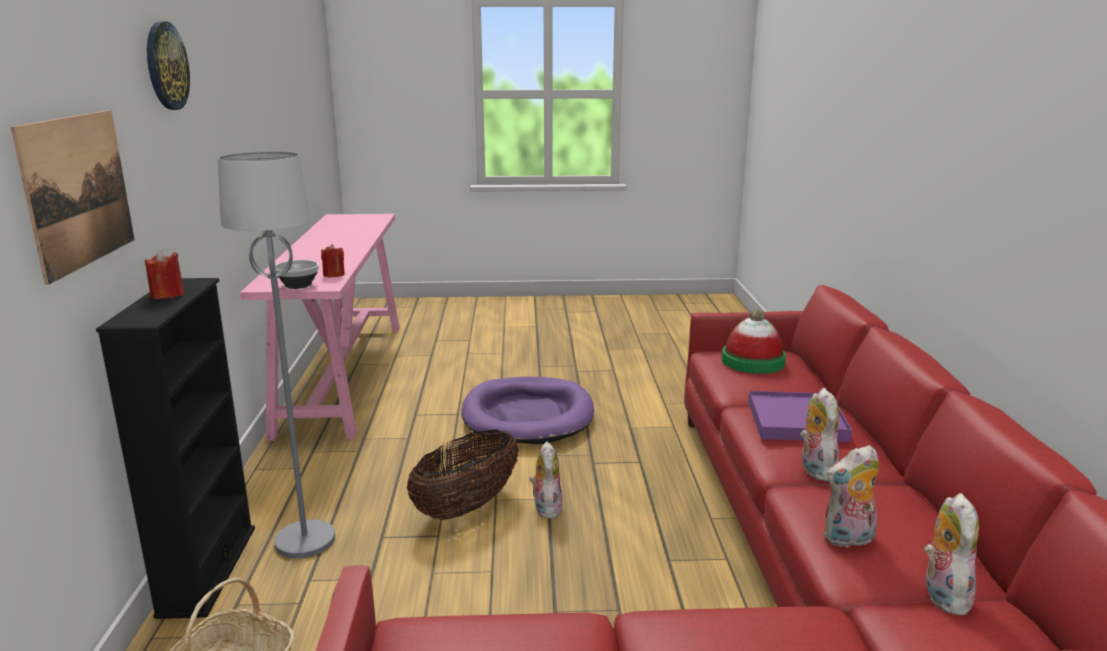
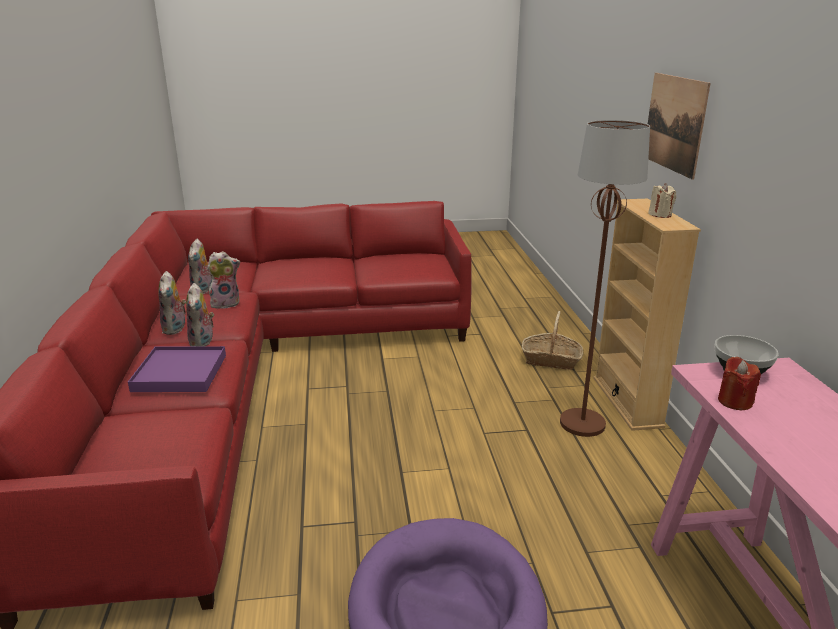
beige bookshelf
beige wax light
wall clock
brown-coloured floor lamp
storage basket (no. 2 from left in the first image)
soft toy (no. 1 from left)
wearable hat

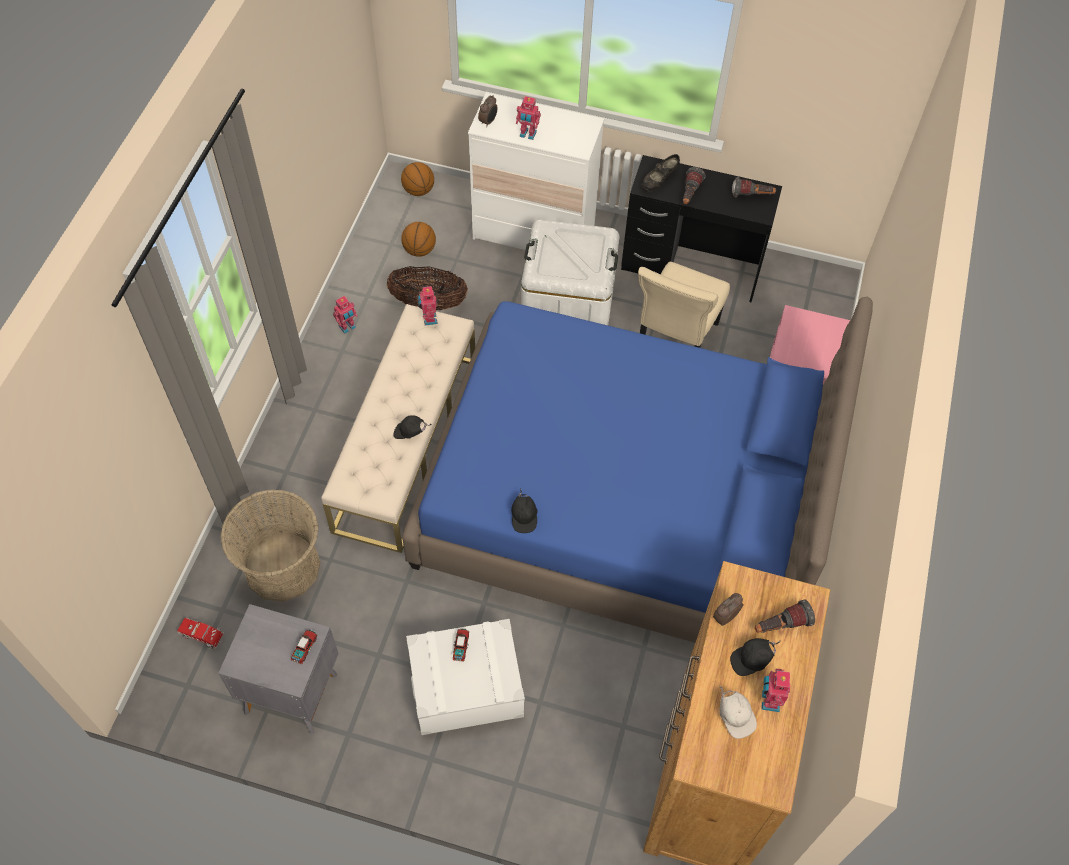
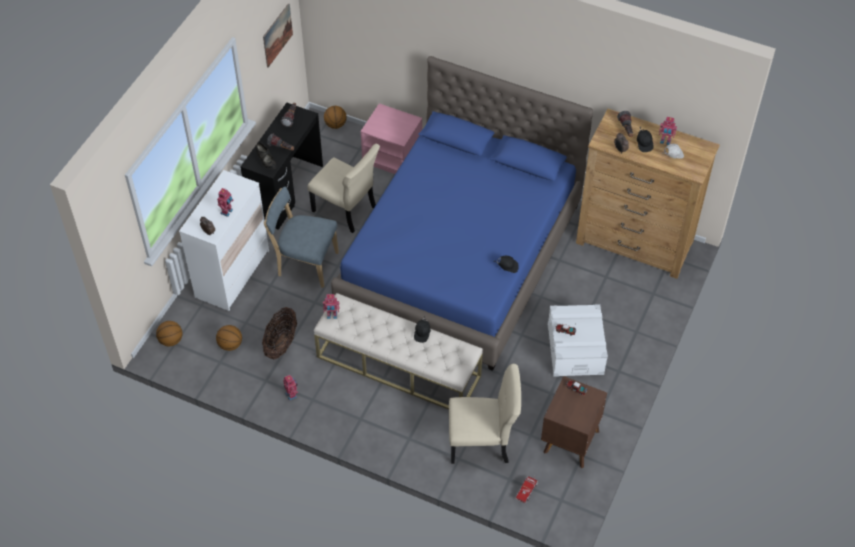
brown-coloured nightstand
beige upright chair (no. 2 from left)
bluish upright chair
wall art
ball for basketball (no. 3 from left)

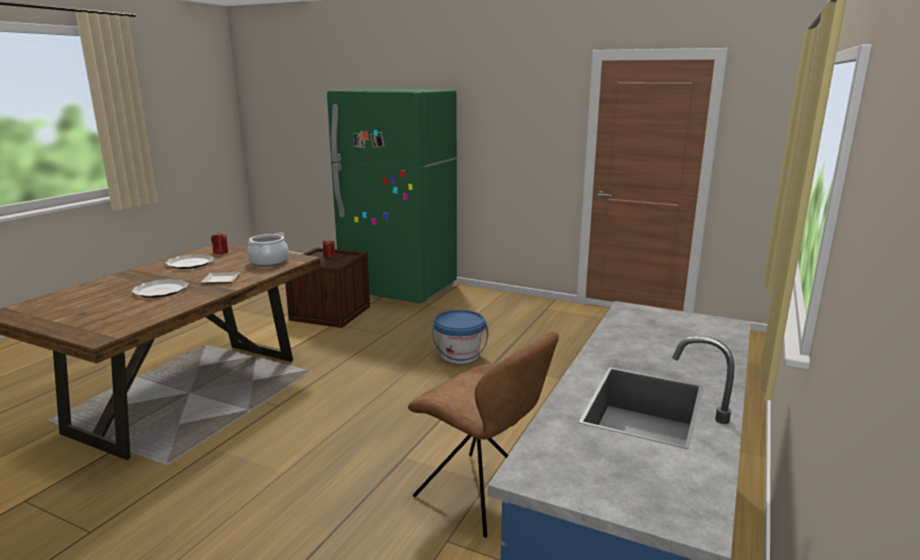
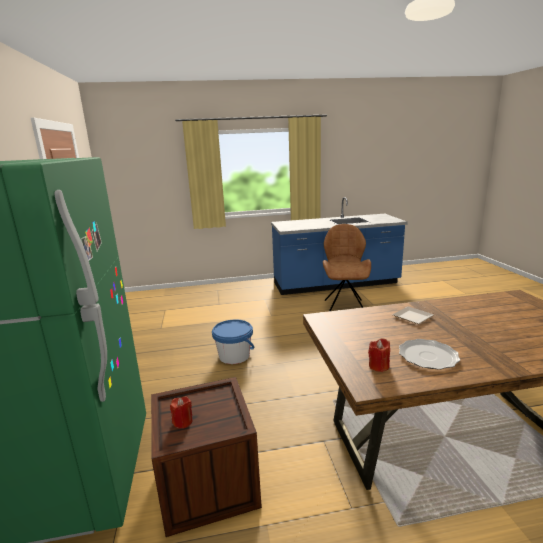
dinner plate (no. 1 from left in the first image)
saucepot

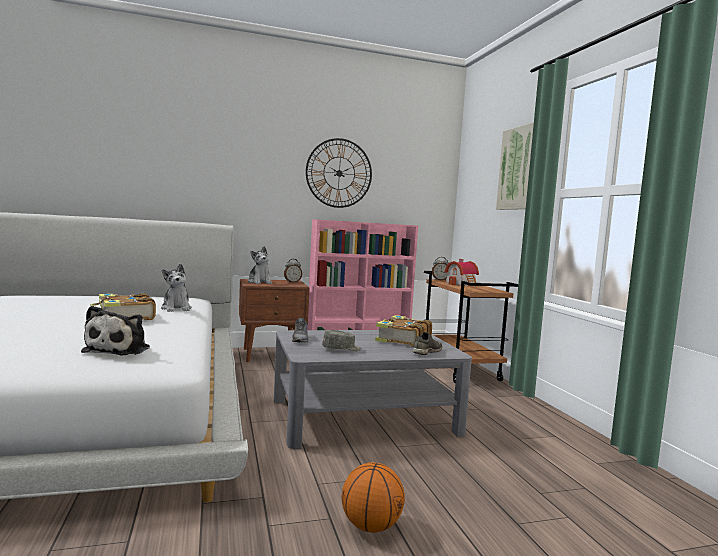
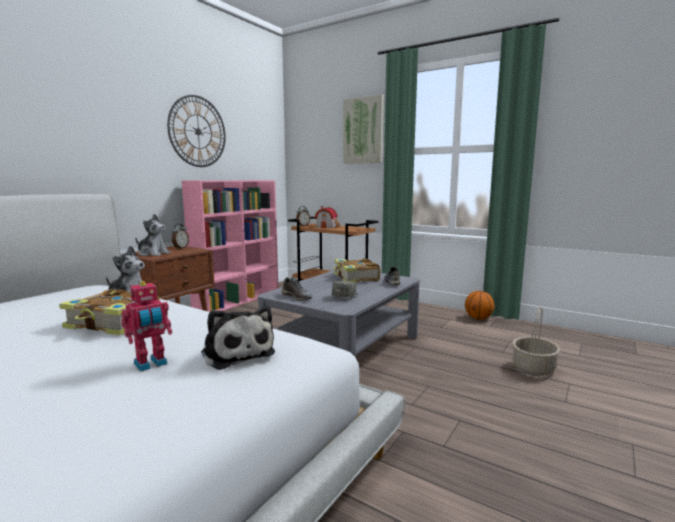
ball for basketball
toy robot
storage basket

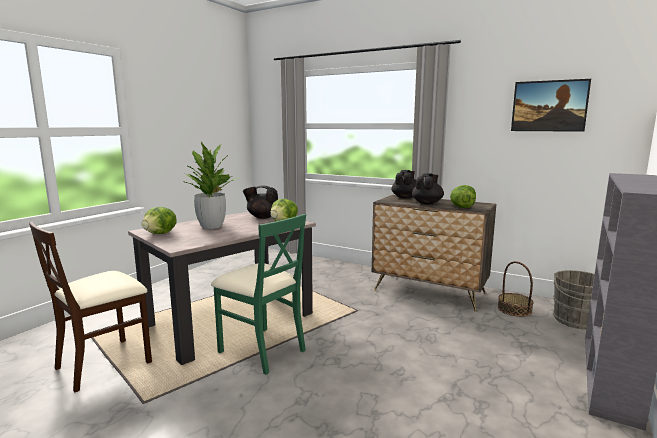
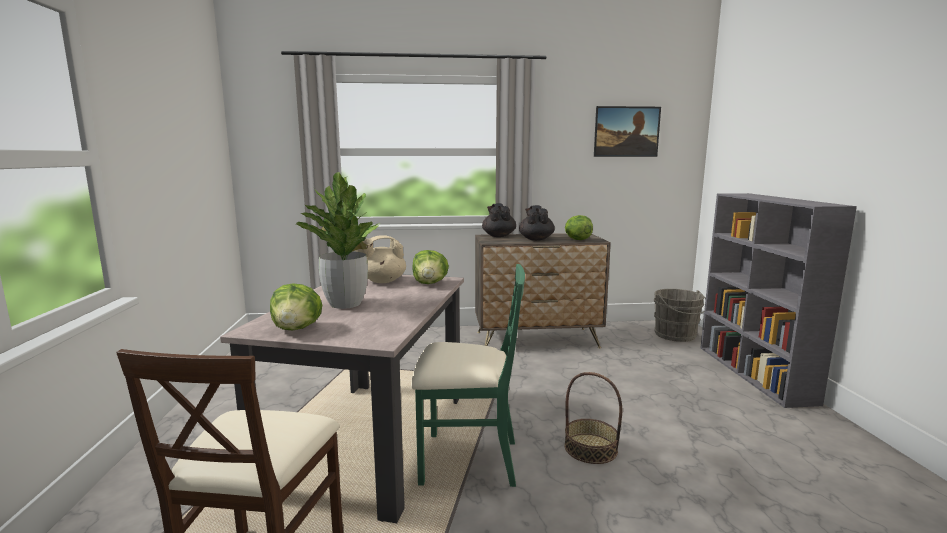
beige tea pot
storage basket

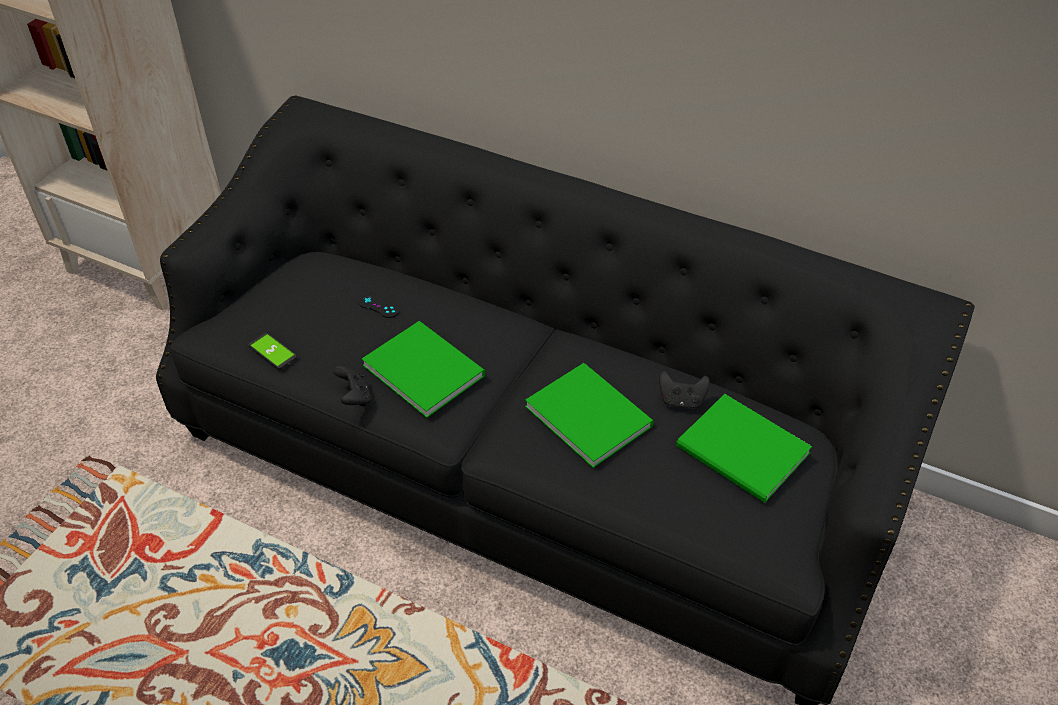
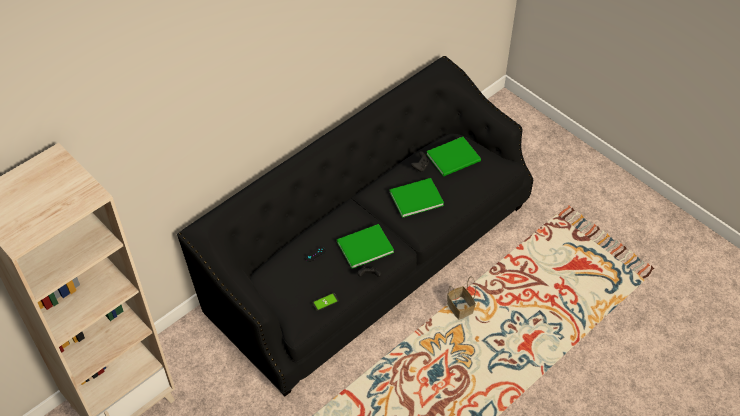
storage basket

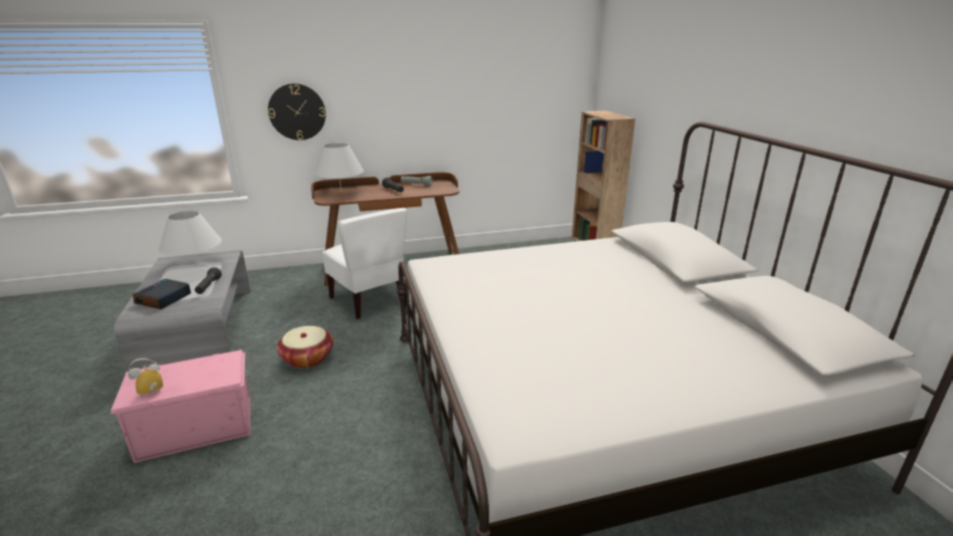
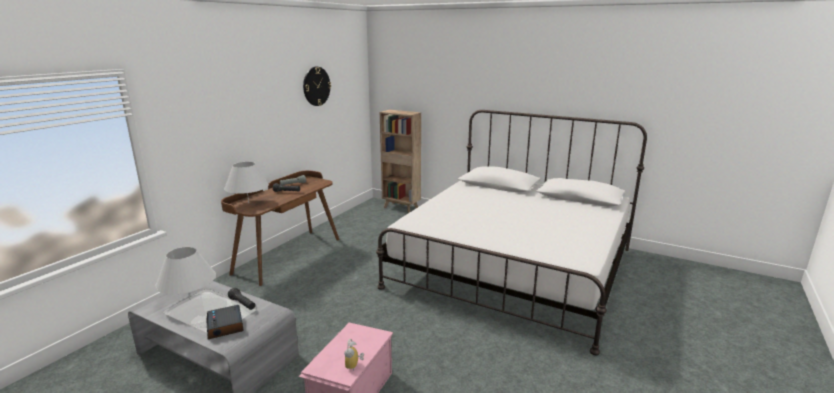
wall clock
storage basket
whitish upright chair

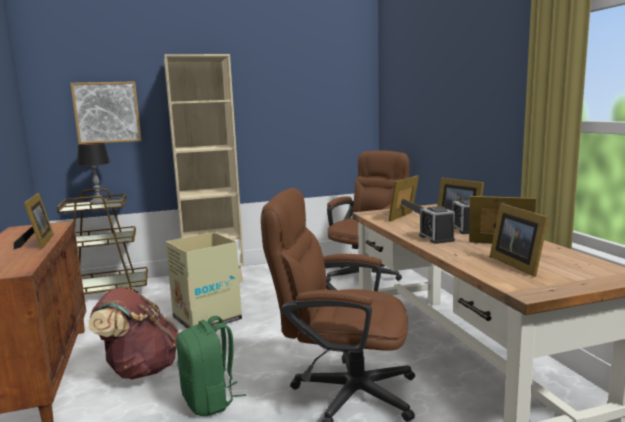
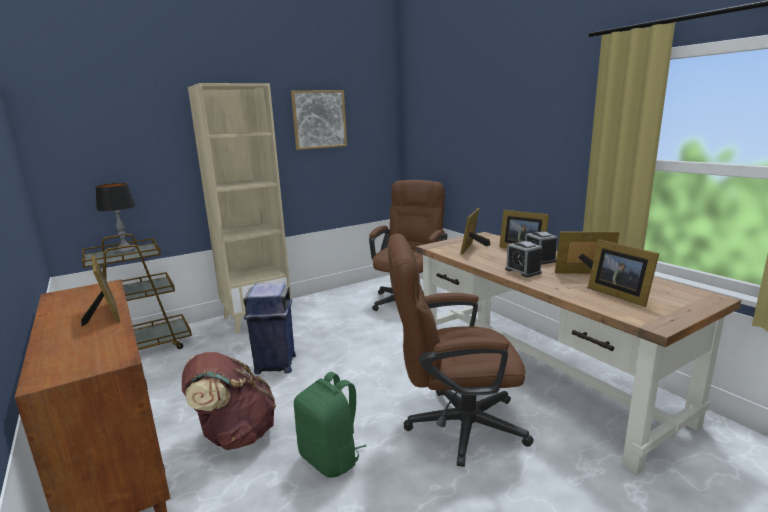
wall art
bluish waste bin

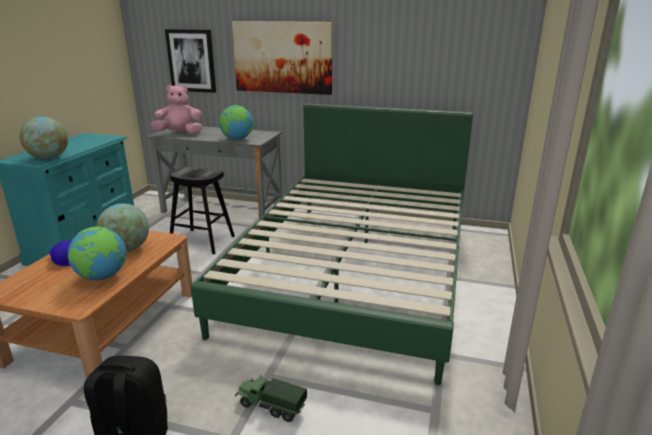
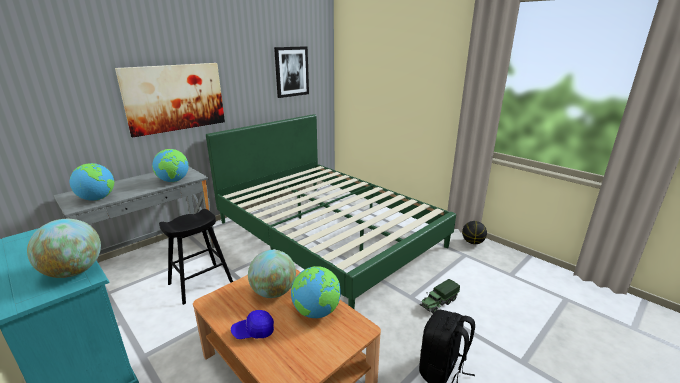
world globe (no. 2 from left)
wall art (no. 2 from left)
ball for basketball

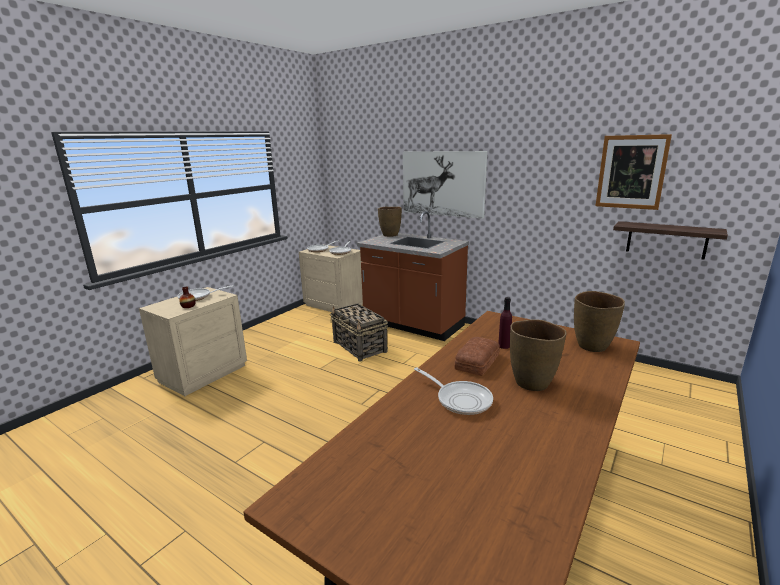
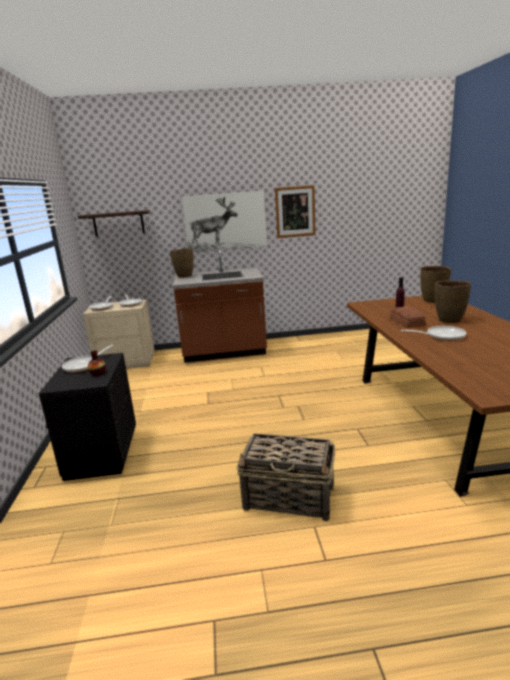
blackish nightstand
storage basket
wall art (no. 2 from left)
wall shelf

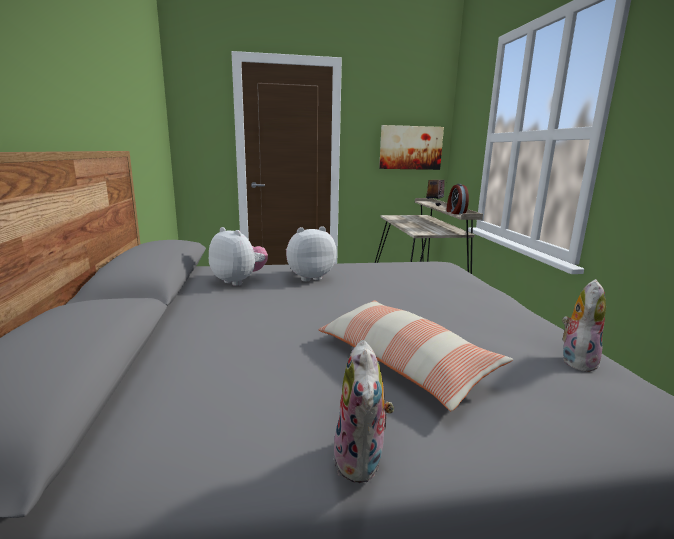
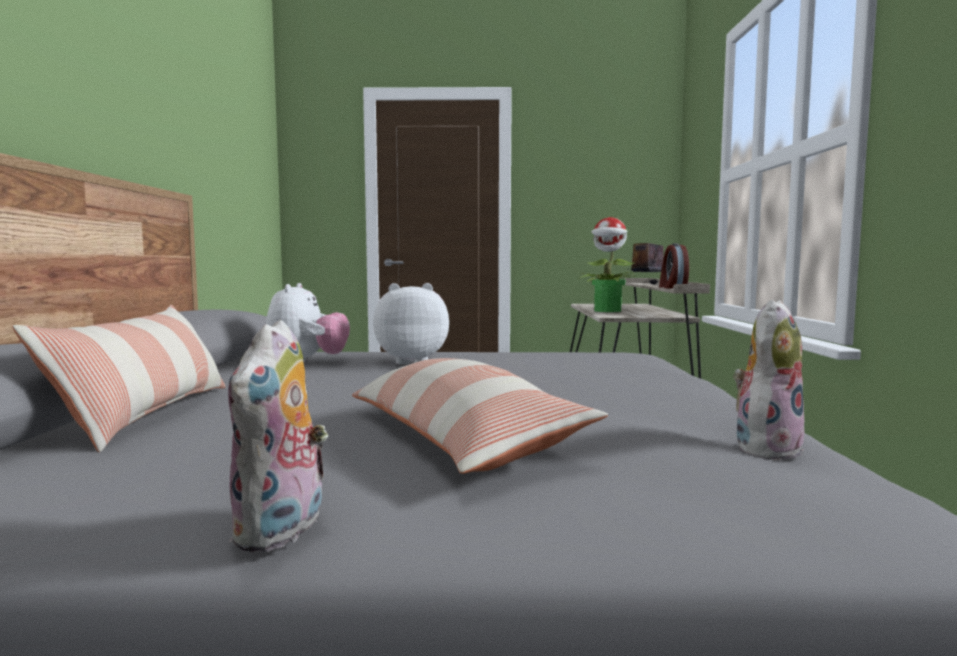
soft toy (no. 2 from left)
wall art
cushion (no. 1 from left)
plant in a pot

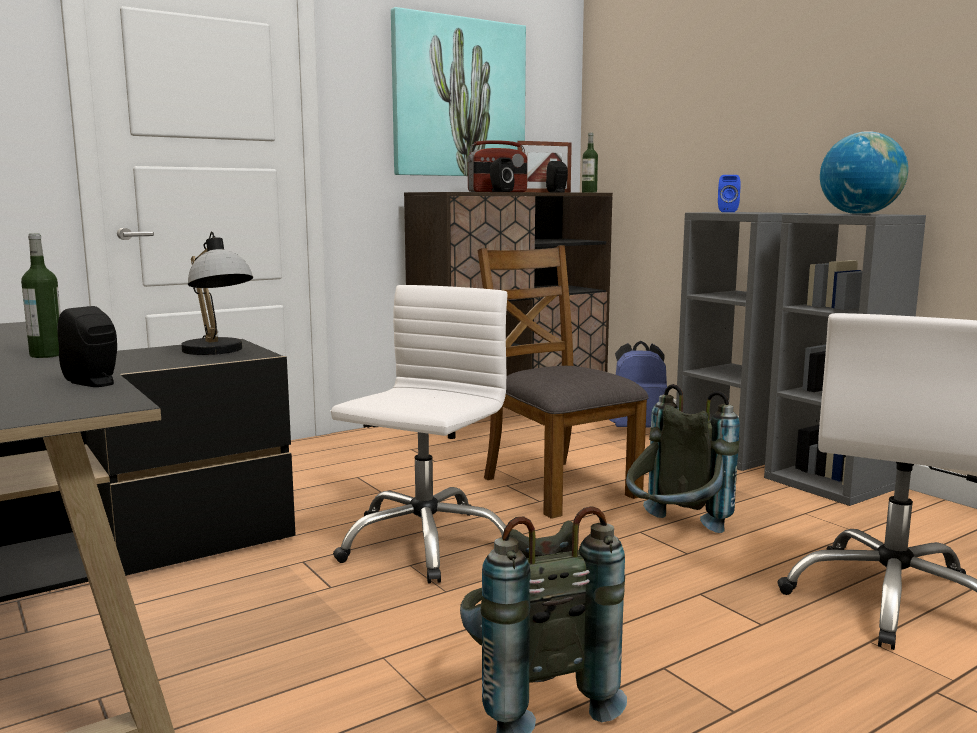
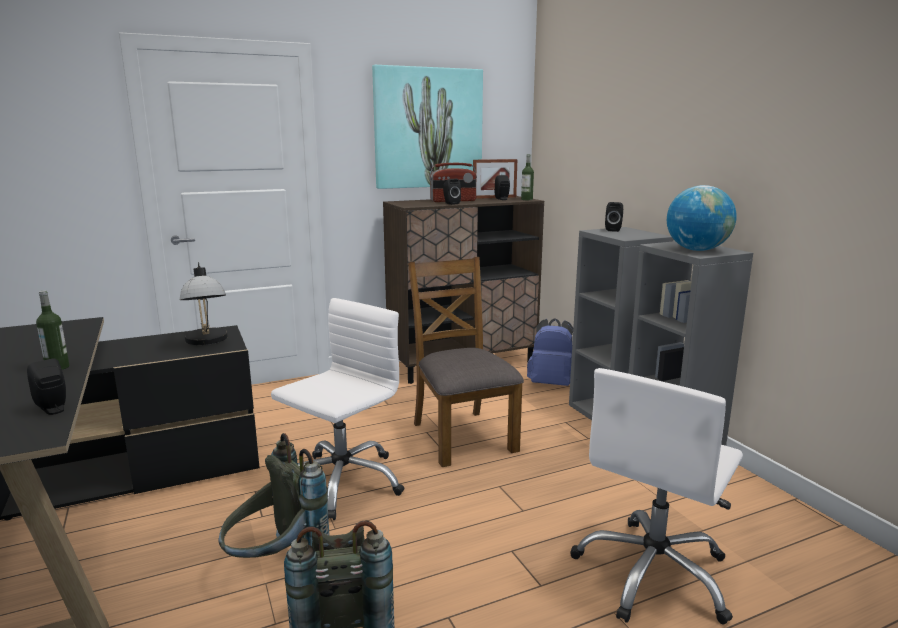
greyish knapsack (no. 1 from left)
blackish speaker (no. 4 from left)

